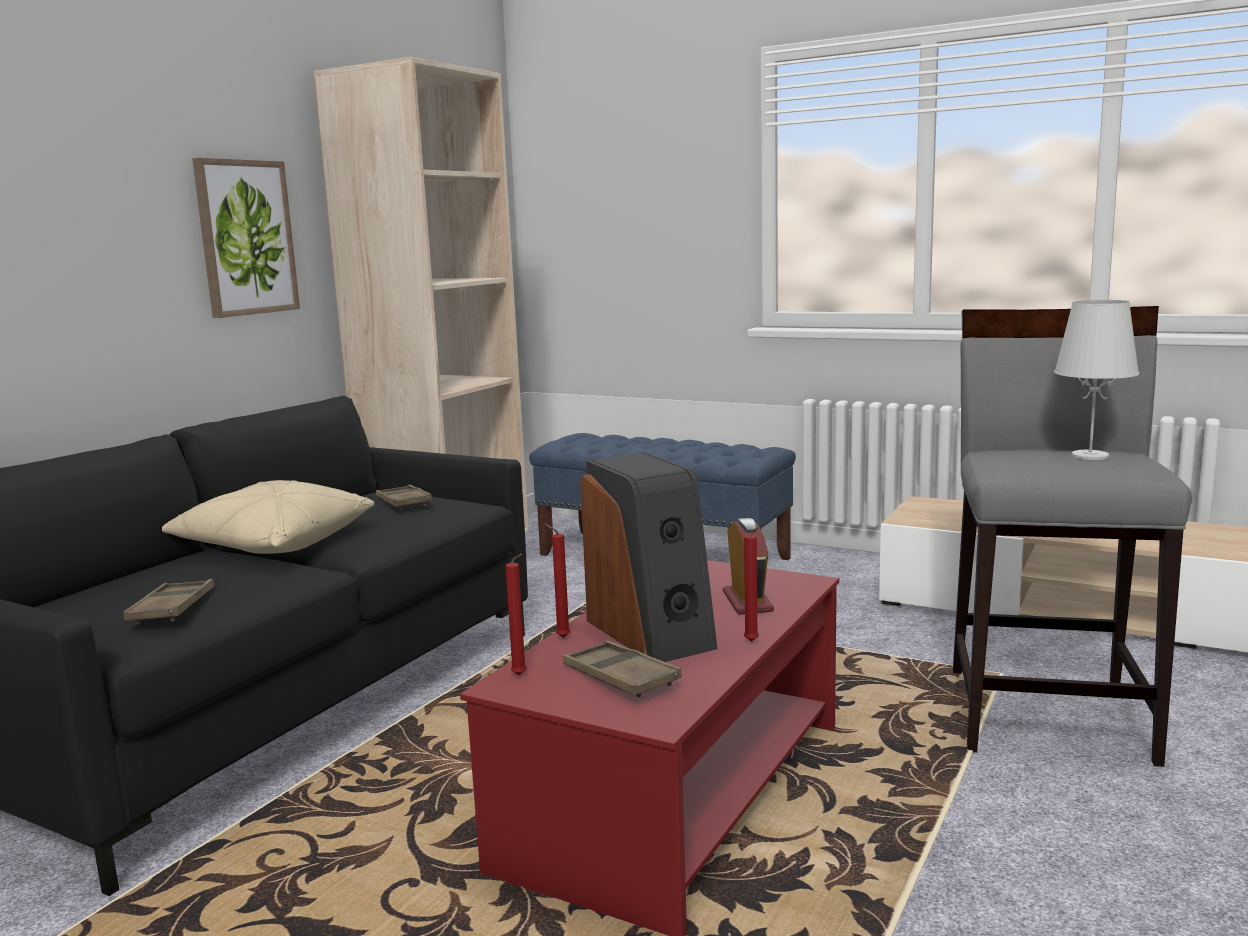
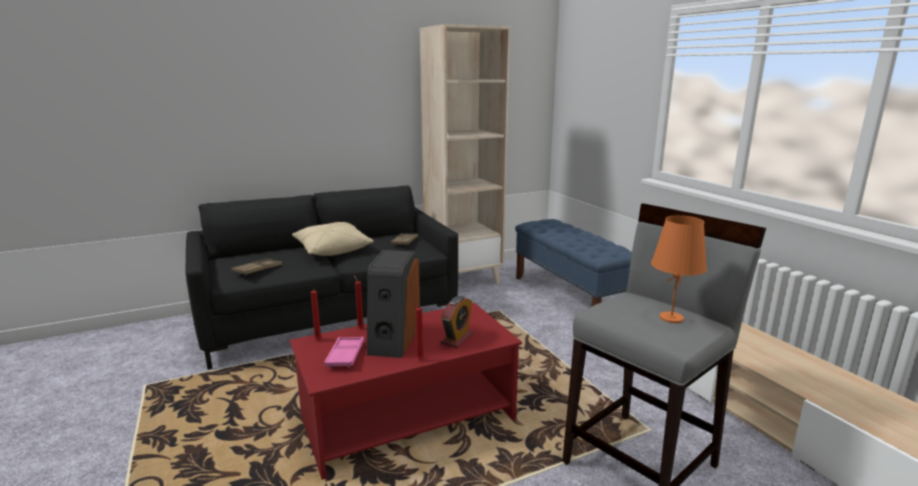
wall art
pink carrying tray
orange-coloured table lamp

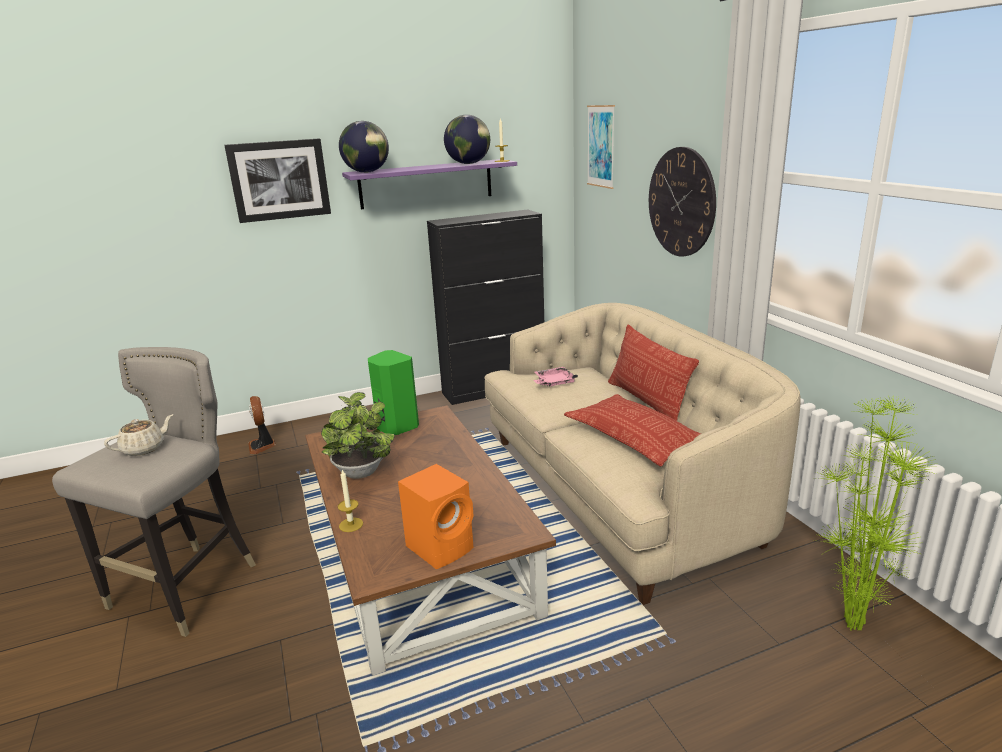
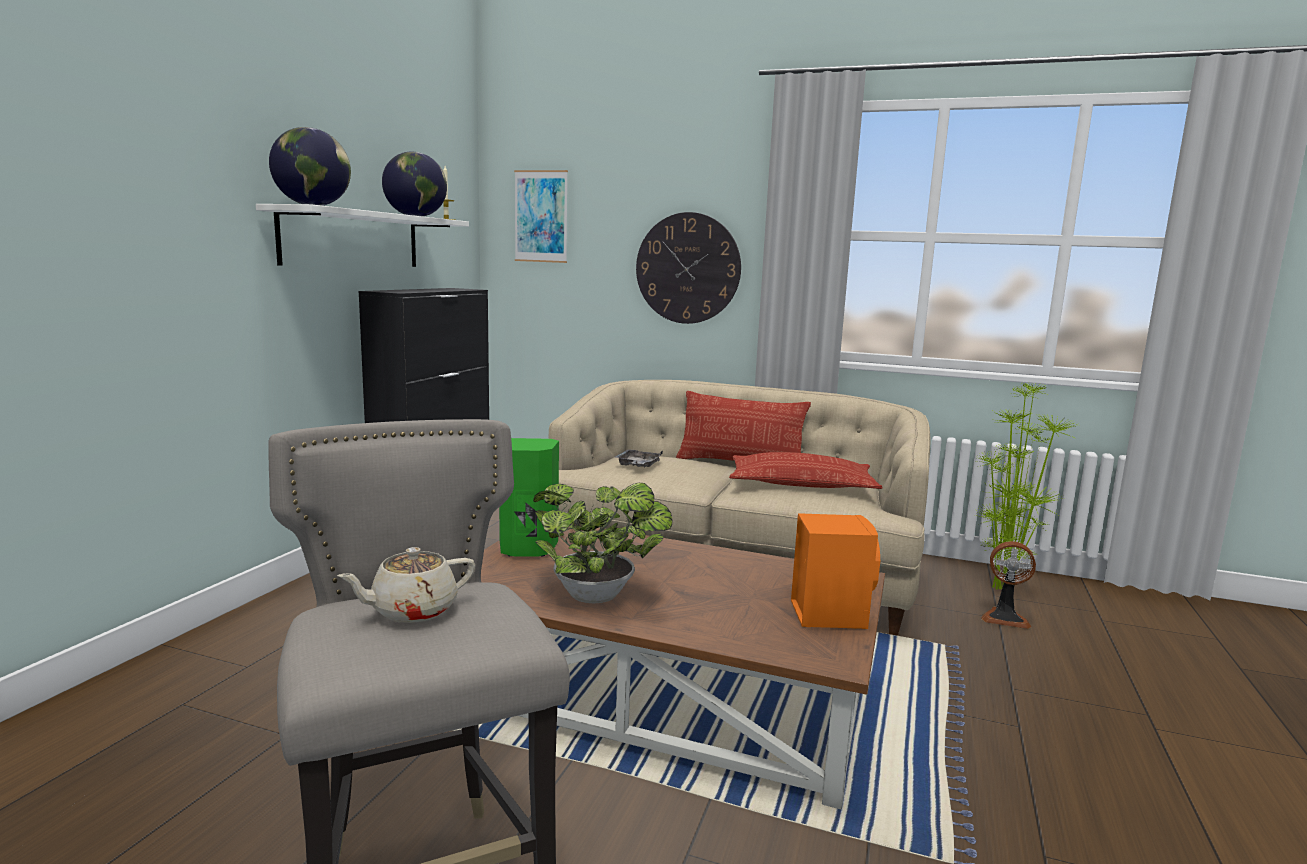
beige tea pot
wall art (no. 1 from left in the first image)
cooling fan
wax light (no. 1 from left in the first image)
whitish wall shelf
greyish carrying tray

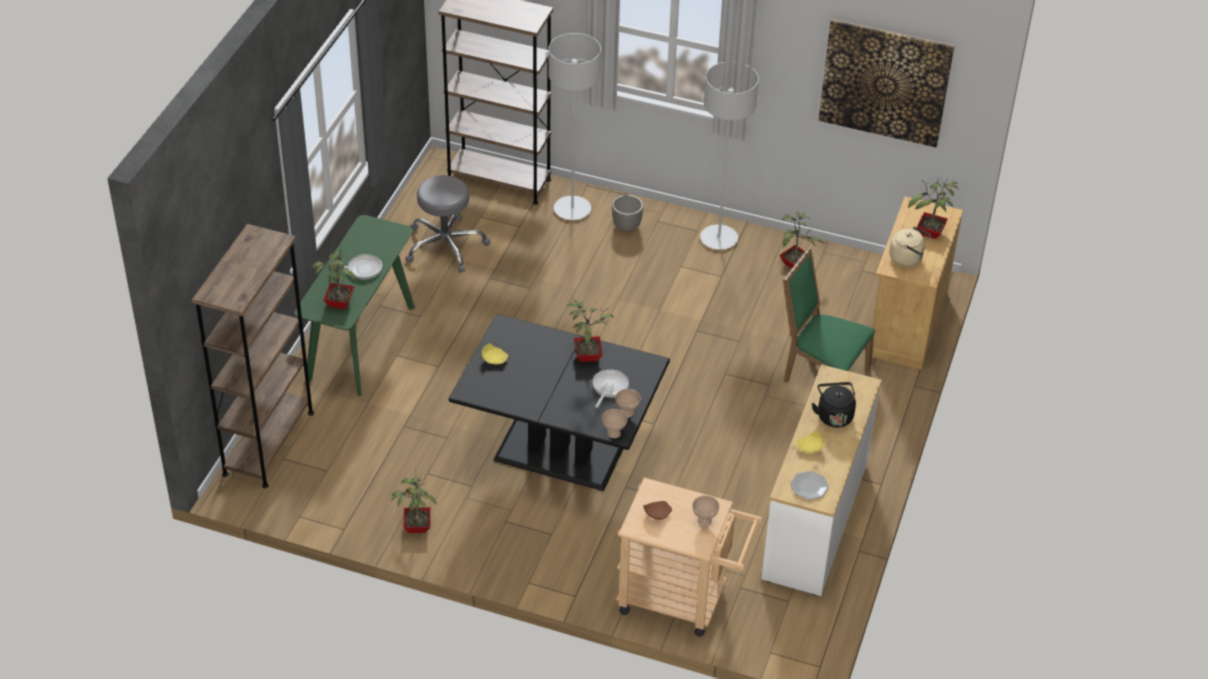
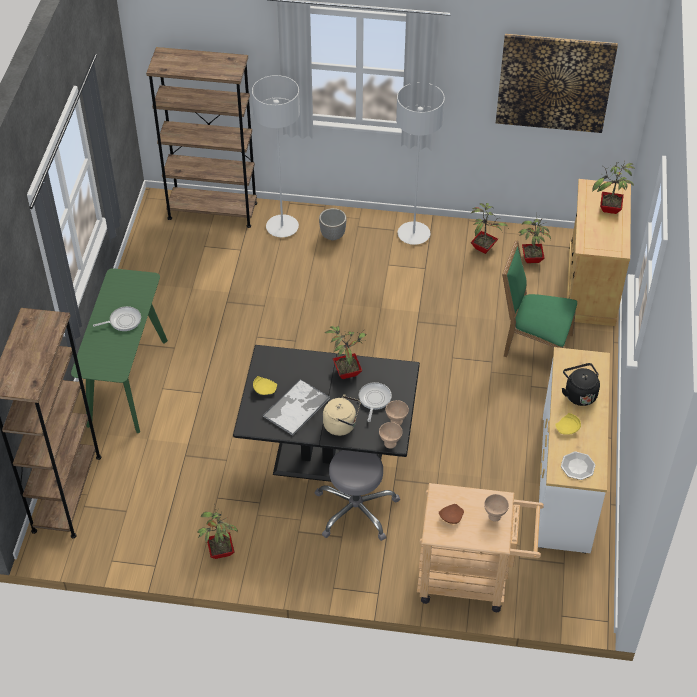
plant in a pot (no. 4 from left)
greyish stool
beige tea kettle
carrying tray

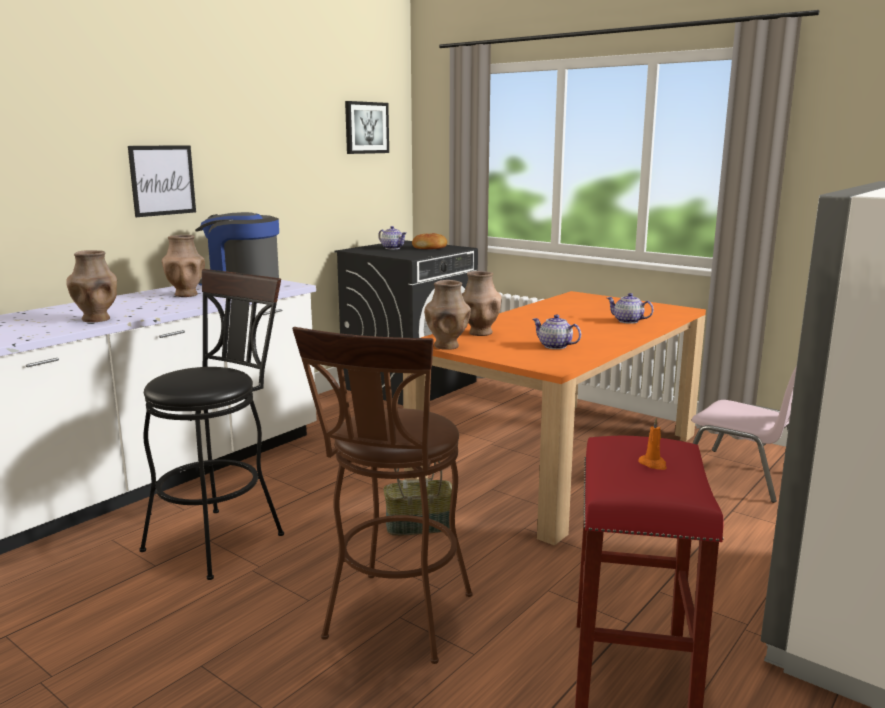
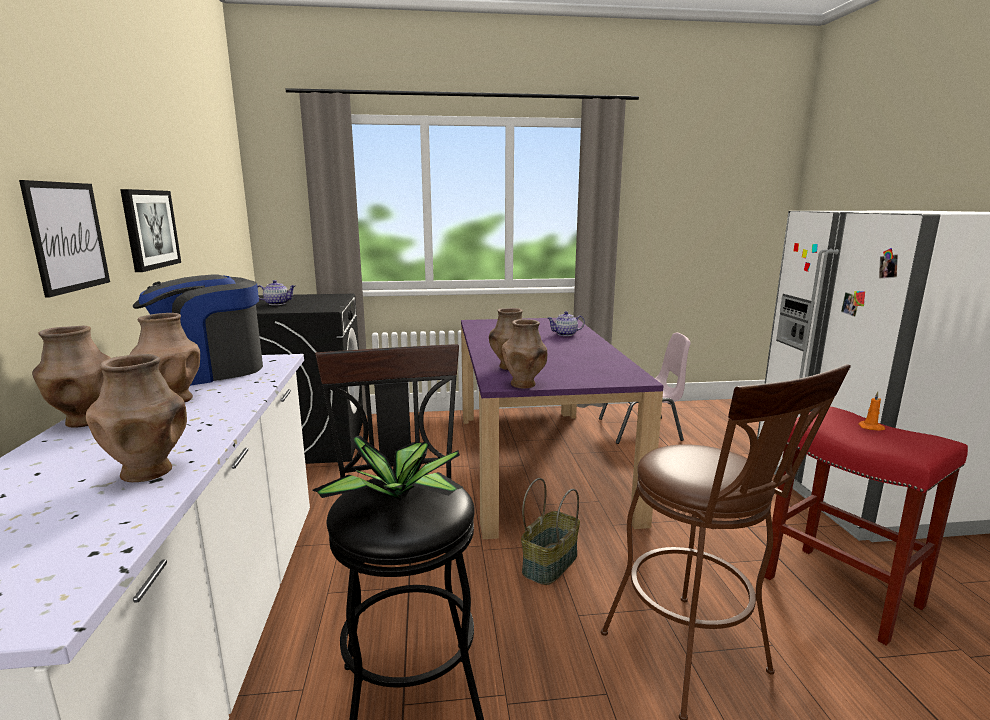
wall art (no. 2 from left)
purple dinner table
bakery bread
tea pot (no. 2 from left in the first image)
brown-coloured vase (no. 1 from left)
plant in a pot

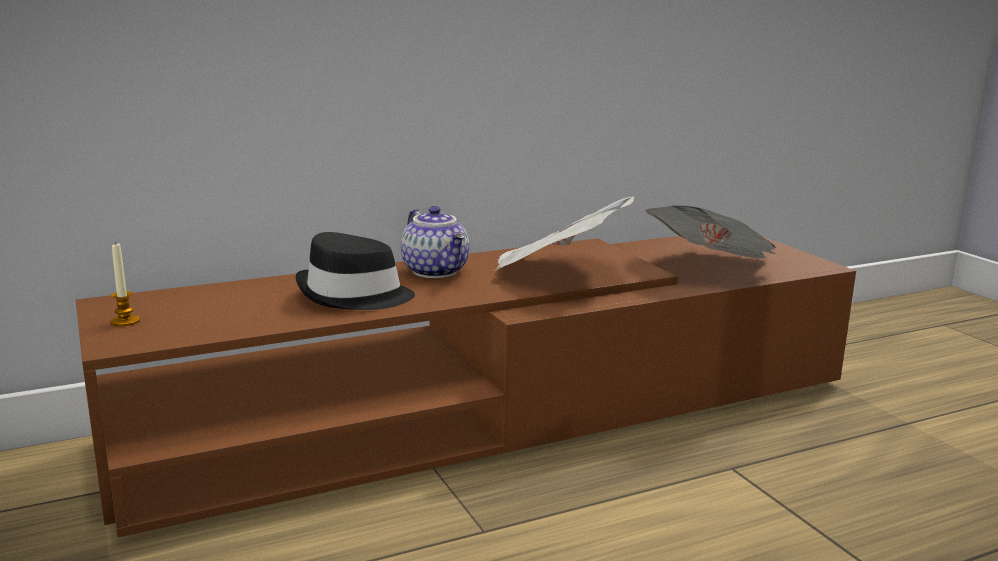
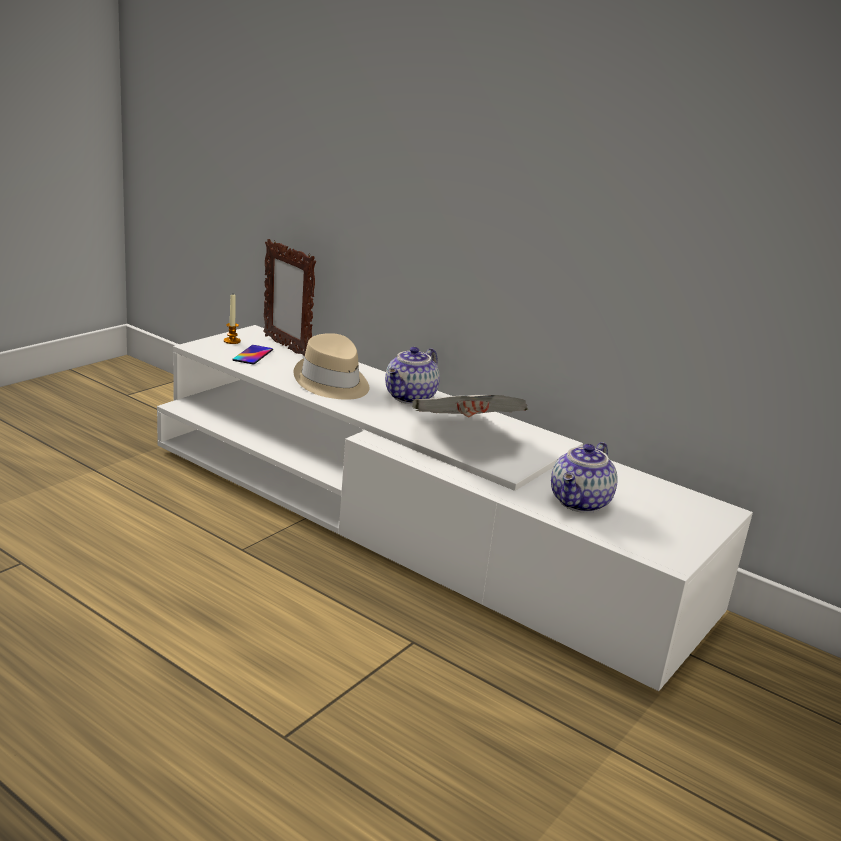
whitish tv unit
beige wearable hat
tea pot (no. 2 from left)
telephone
photo frame

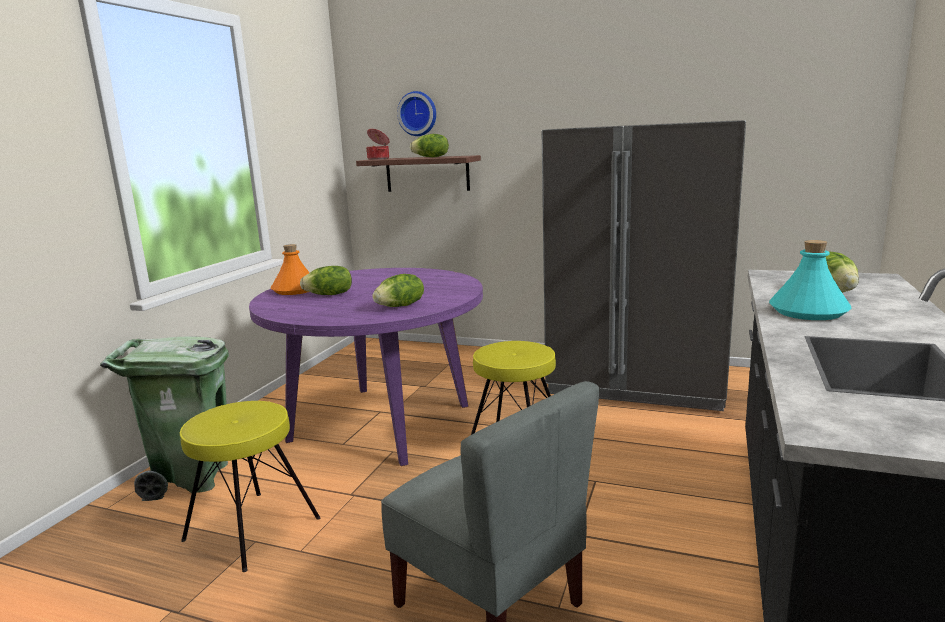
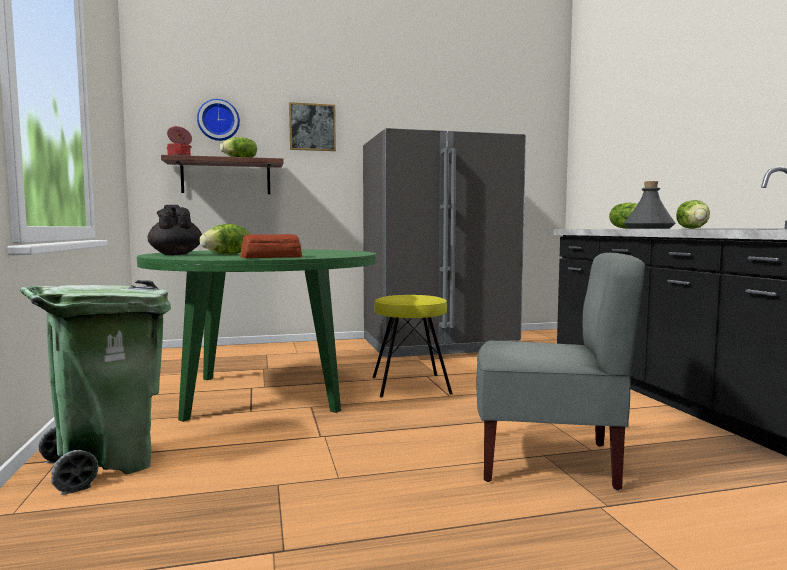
yellow stool (no. 1 from left in the first image)
green dinner table
blackish tea pot
lettuce head (no. 4 from left)
greyish drink bottle
bakery bread
wall art

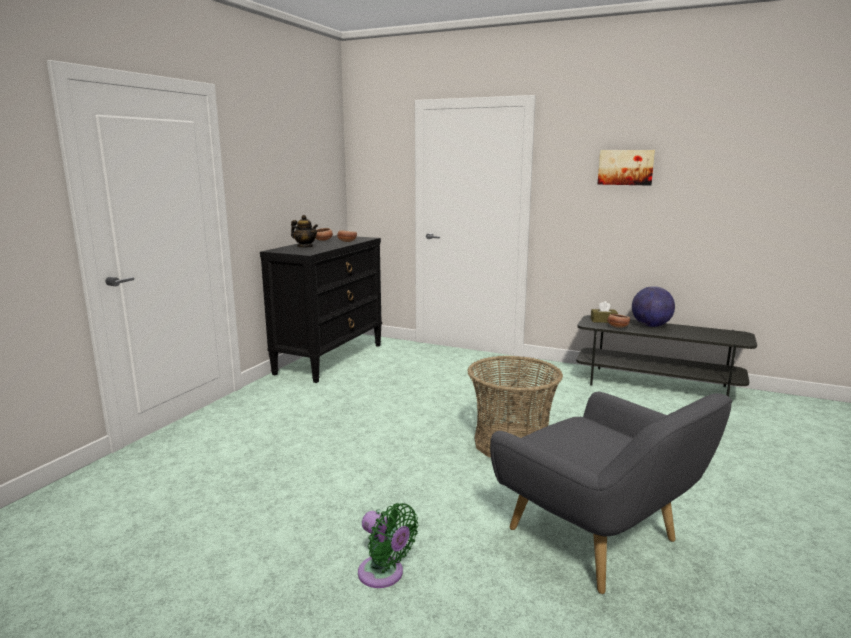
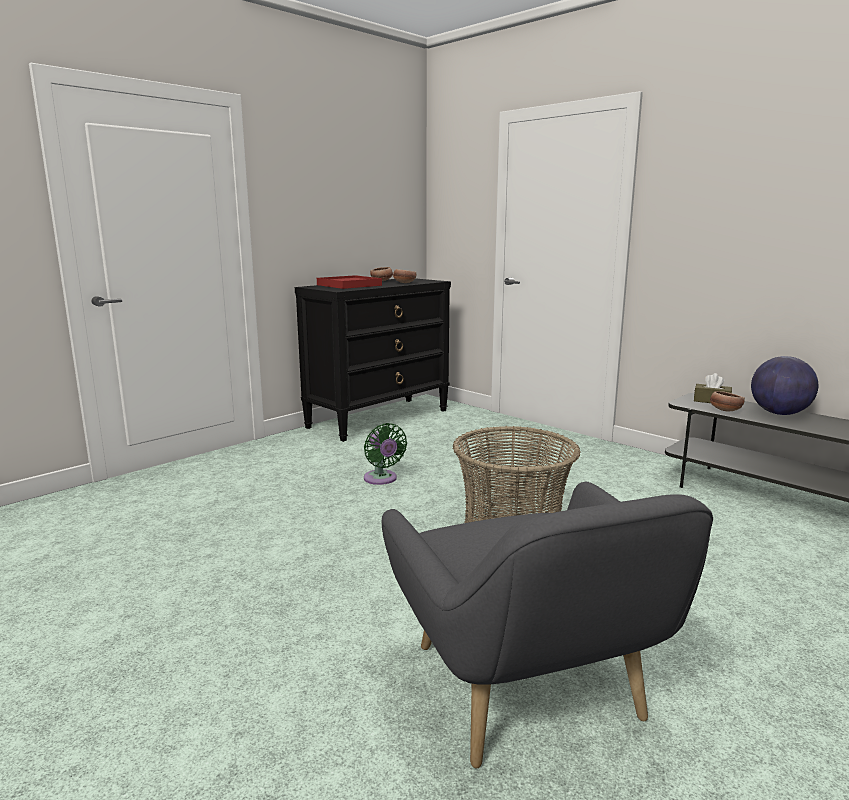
red carrying tray
green cooling fan
wall art

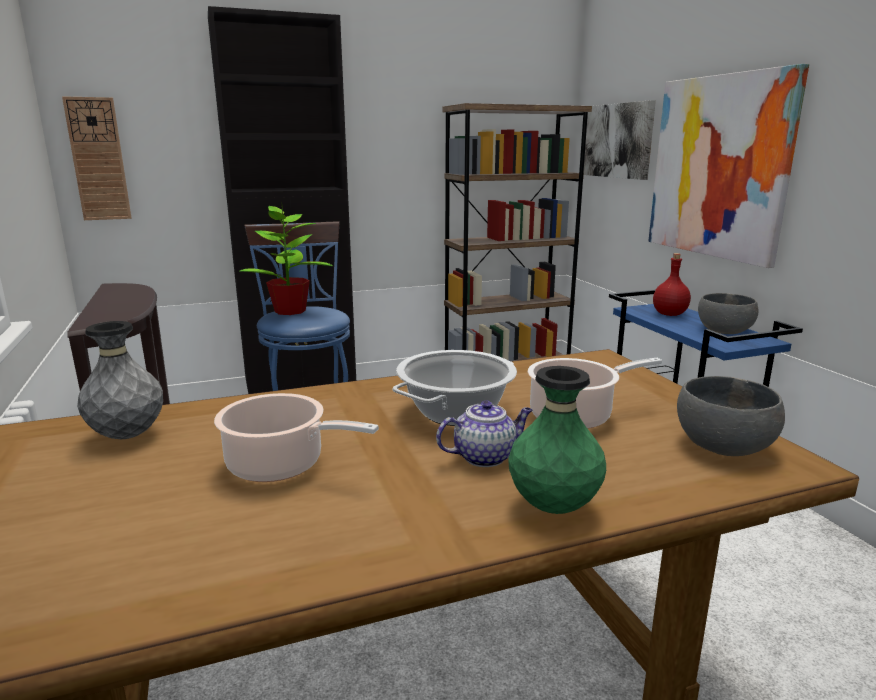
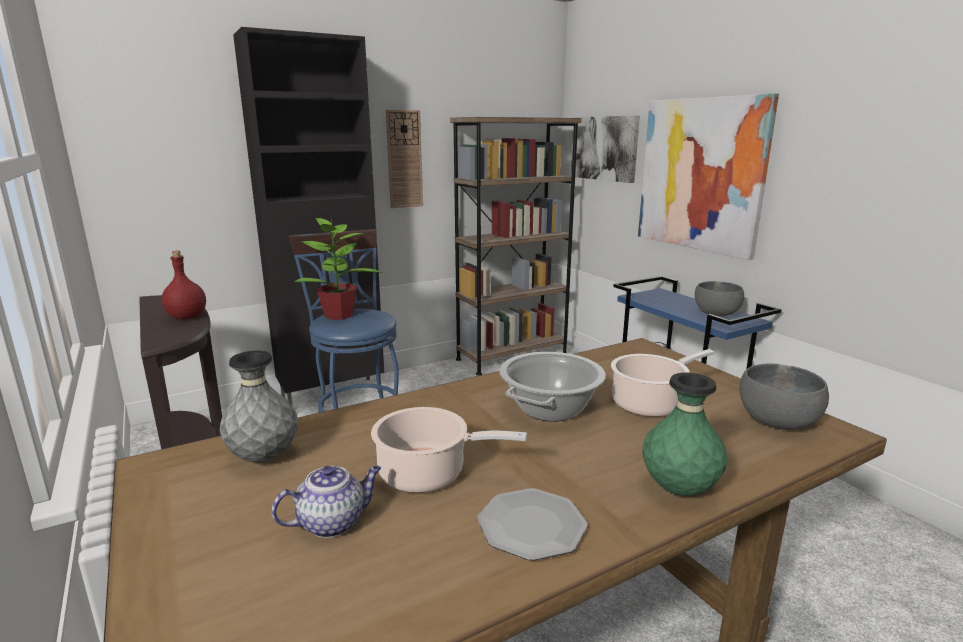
wall clock
tea pot
red drink bottle
dinner plate

